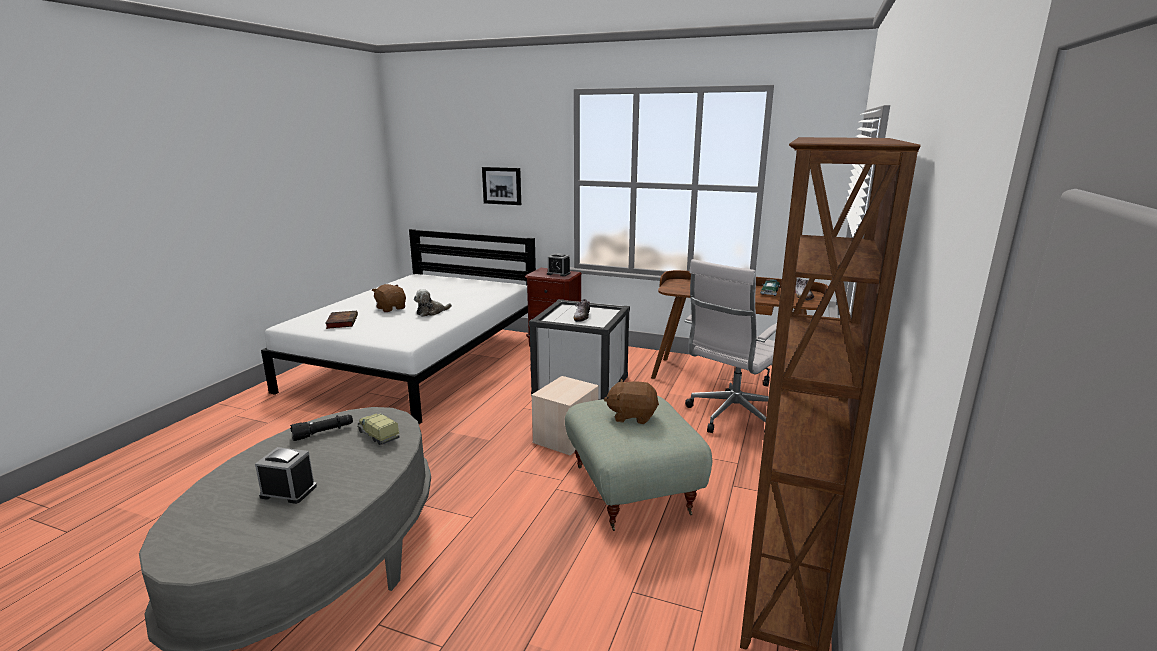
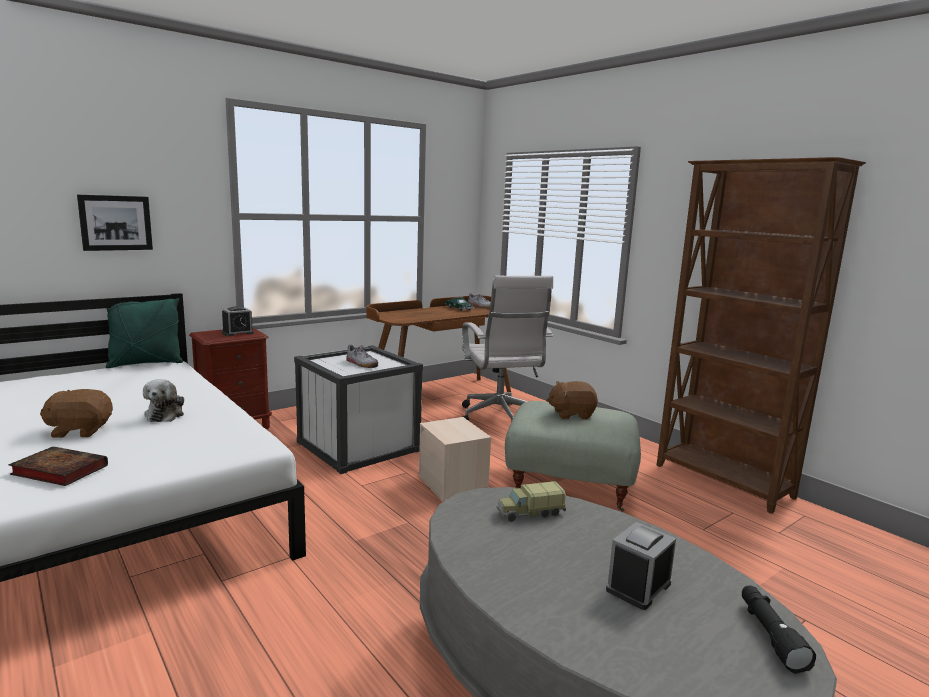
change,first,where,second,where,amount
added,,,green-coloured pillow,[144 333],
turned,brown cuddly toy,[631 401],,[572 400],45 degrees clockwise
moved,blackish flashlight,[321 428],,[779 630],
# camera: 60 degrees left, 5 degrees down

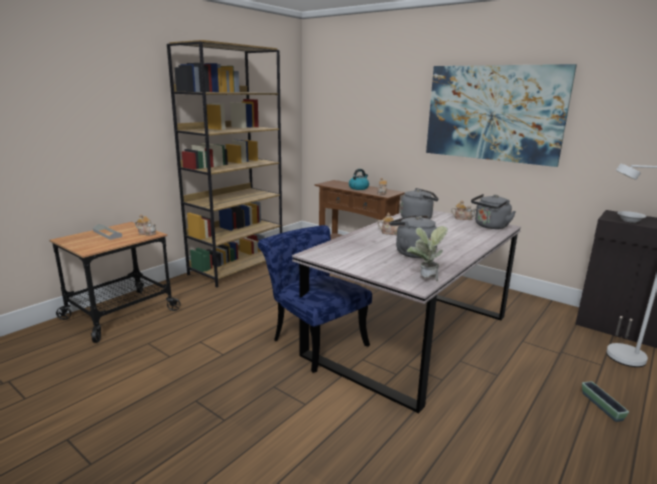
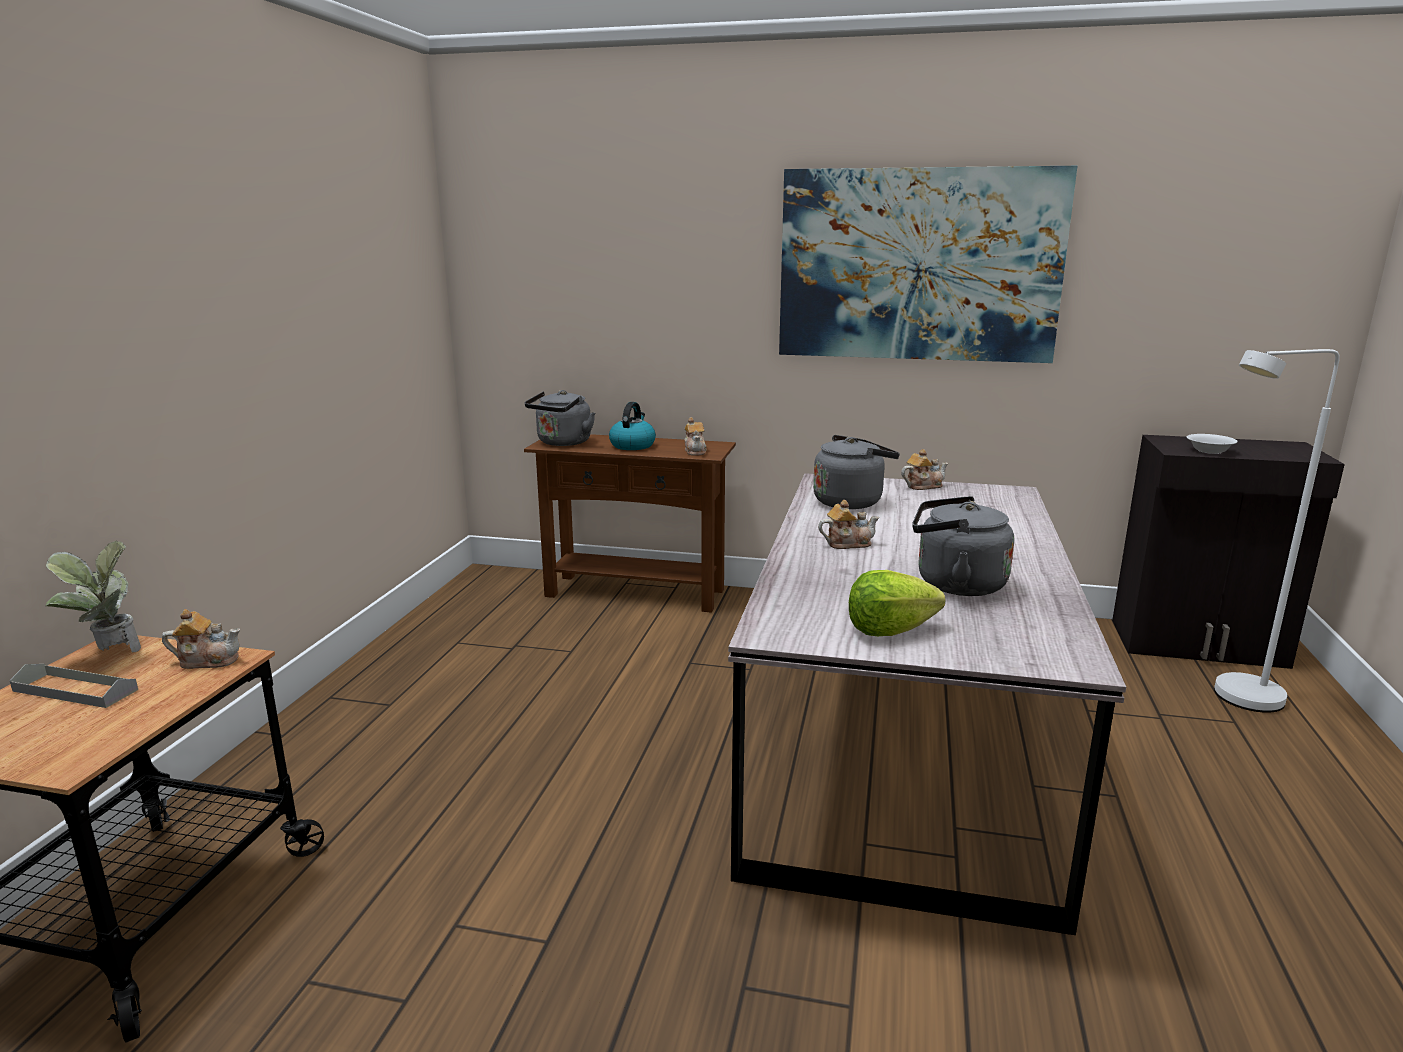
change,first,where,second,where,amount
moved,houseplant,[427 253],,[93 596],
moved,grey kettle,[493 211],,[560 418],
added,,,lettuce,[897 603],
removed,brown bookshelf,[224 164],,,
removed,blue plain chair,[315 299],,,
removed,plant pot,[605 401],,,
# camera: 25 degrees left, 0 degrees up

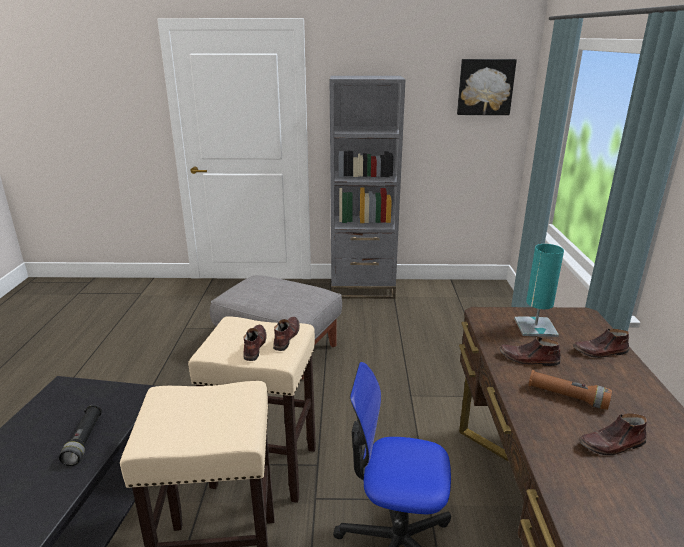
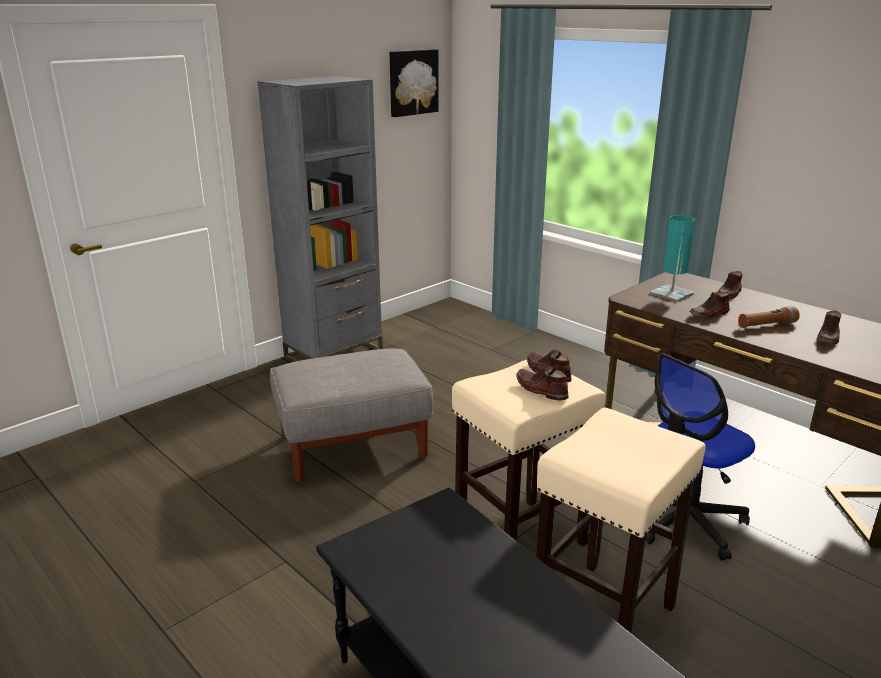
change,first,where,second,where,amount
removed,blackish flashlight,[80 435],,,
# camera: 45 degrees left, 0 degrees up

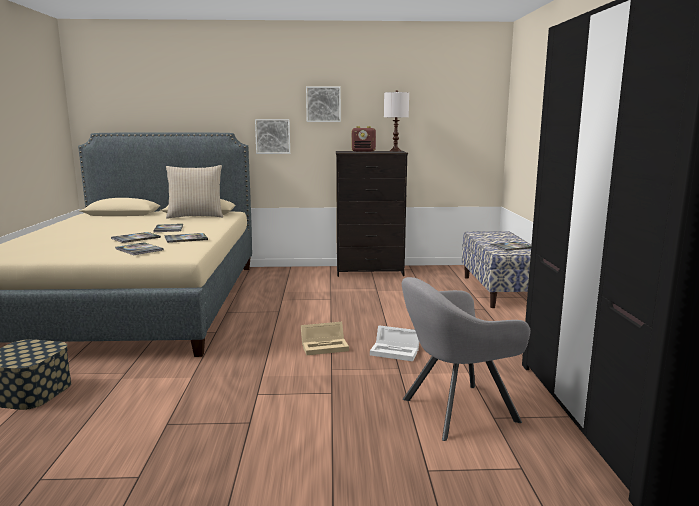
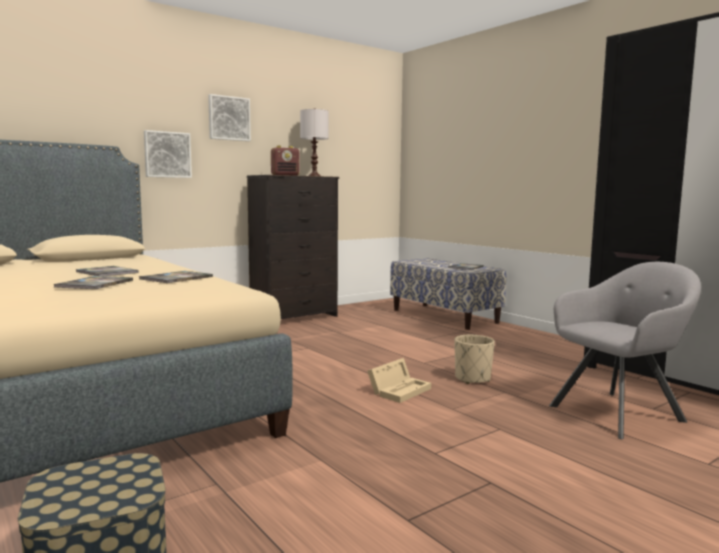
change,first,where,second,where,amount
replaced,whitish storage container,[394 343],beige-coloured plant pot,[474 359],
turned,grey easy chair,[466 359],,[625 350],150 degrees counterclockwise
removed,bound book,[139 248],,,
removed,beige-coloured pillow,[194 192],,,
# camera: 35 degrees left, 5 degrees down

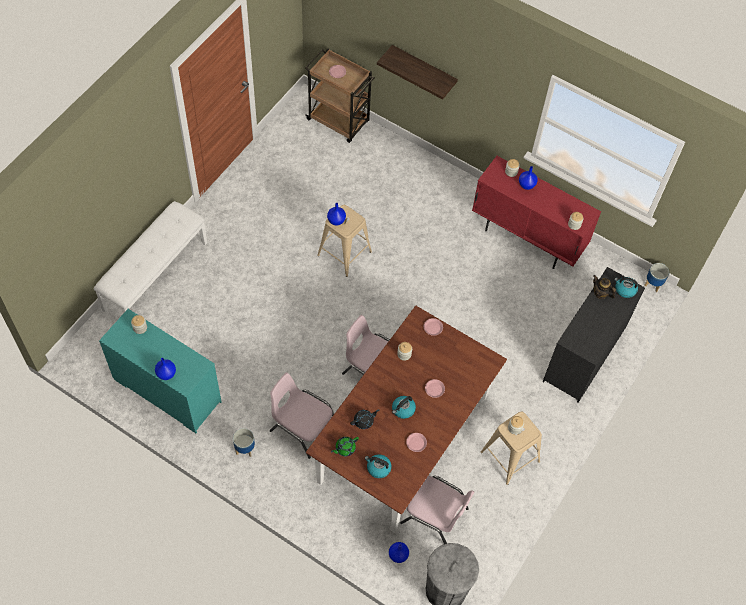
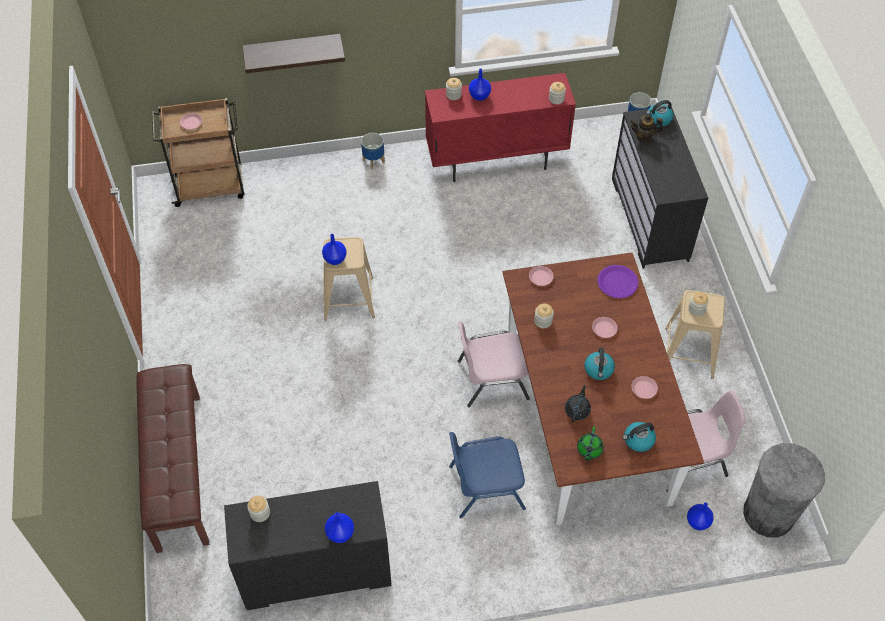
change,first,where,second,where,amount
recoloured,whitish bench,[150 257],brown bench,[173 458],
recoloured,blue-green chest of drawers,[160 371],blackish chest of drawers,[307 545],
moved,plant pot,[244 442],,[373 151],
recoloured,pinkish plain chair,[302 416],blue plain chair,[487 475],
added,,,purple-coloured dinner plate,[617 281],
# camera: 40 degrees left, 5 degrees down

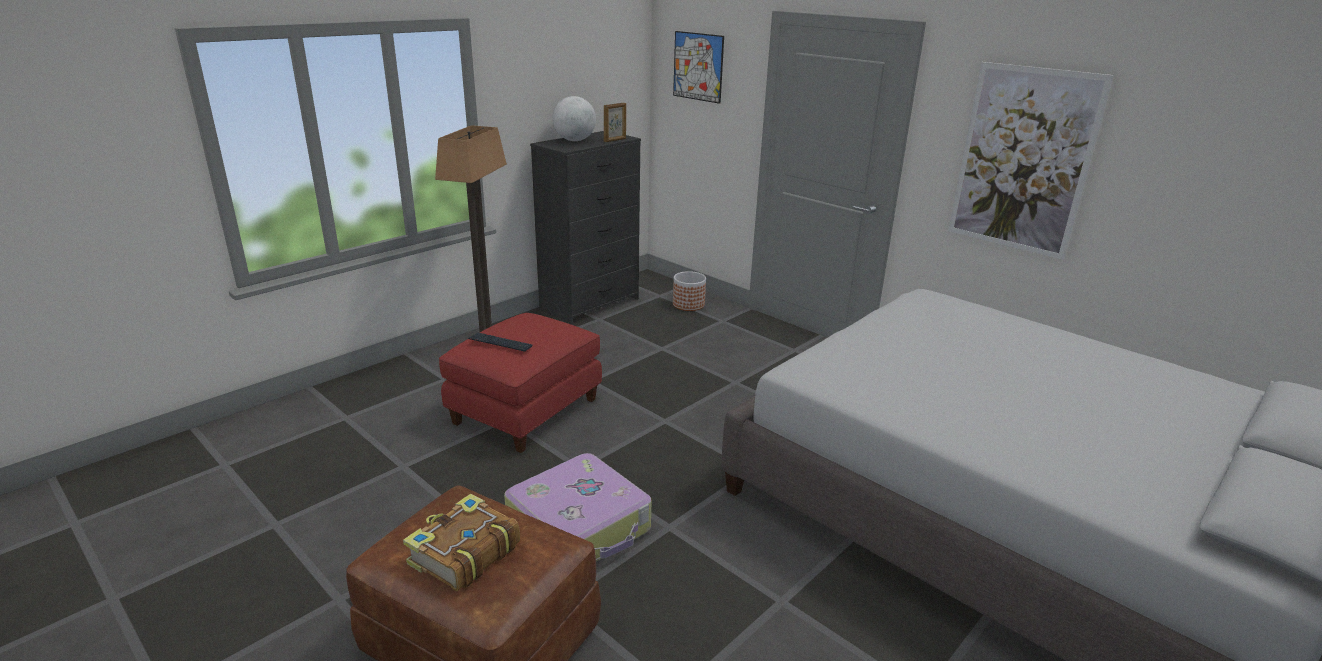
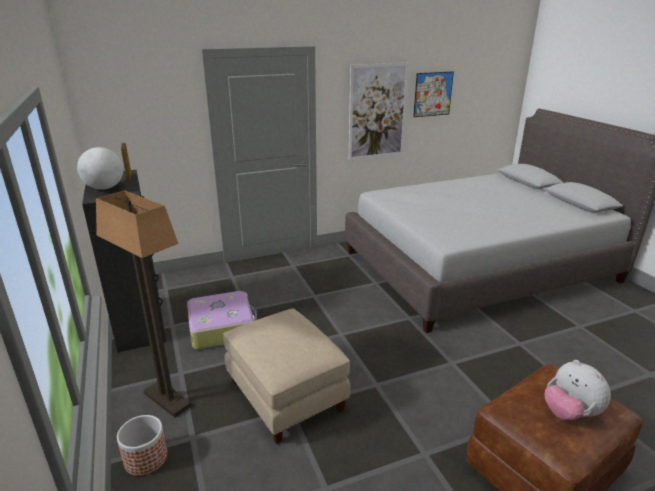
change,first,where,second,where,amount
moved,plant pot,[689 291],,[142 445],
moved,piece of luggage,[578 507],,[222 320],
recoloured,red pouffe,[520 383],beige-coloured pouffe,[287 376],
moved,wall picture,[698 67],,[433 94],
replaced,bound book,[461 542],cuddly toy,[578 390],
removed,computer keyboard,[500 342],,,
# camera: 65 degrees left, 0 degrees up

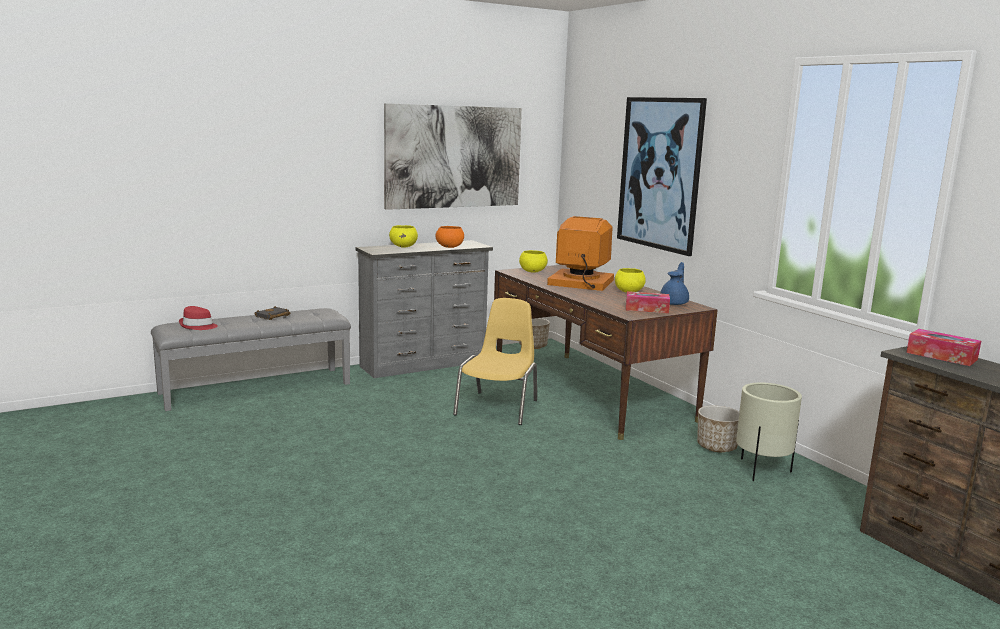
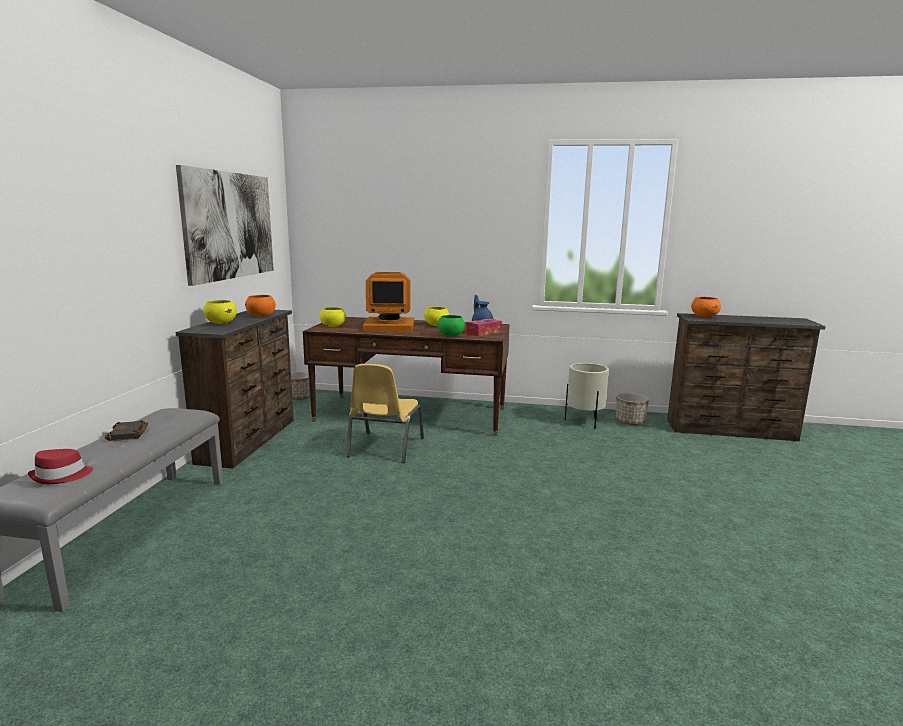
change,first,where,second,where,amount
recoloured,grey chest of drawers,[424 309],brown chest of drawers,[235 389],
turned,yellow-coloured plain chair,[495 361],,[385 413],135 degrees counterclockwise
turned,computer screen,[580 253],,[388 302],150 degrees counterclockwise
added,,,green-coloured serving bowl,[451 325],
moved,plant pot,[718 429],,[632 409],
replaced,tissue box,[943 347],orangey serving bowl,[706 307],
removed,wall picture,[662 176],,,
# camera: 50 degrees left, 0 degrees up

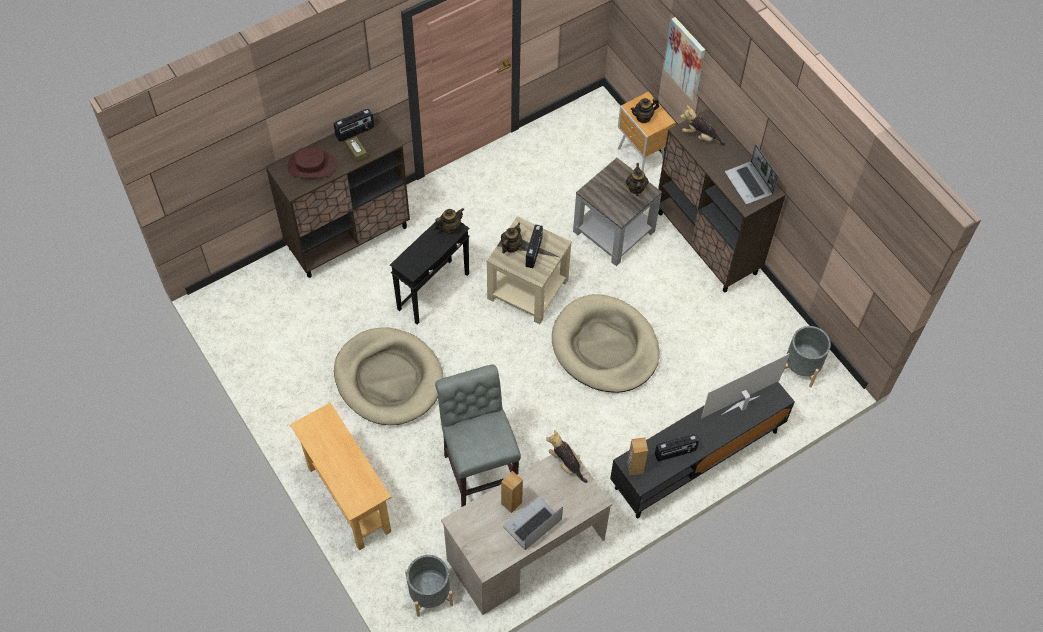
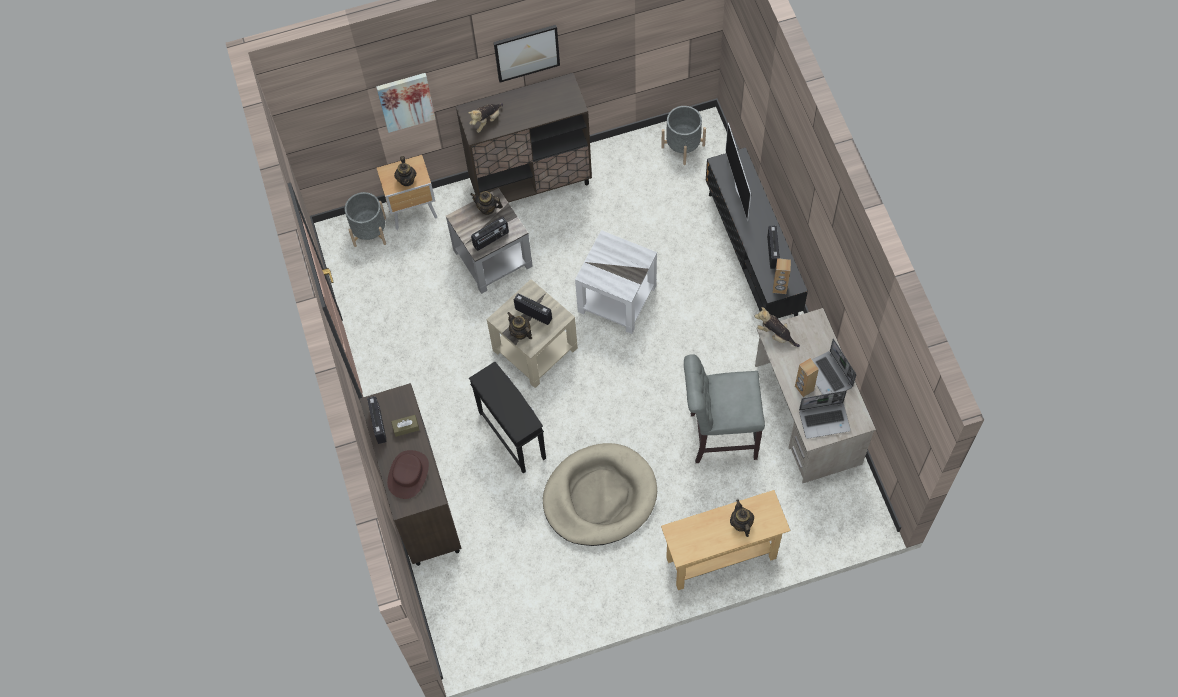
change,first,where,second,where,amount
moved,grey plant pot,[429 586],,[365 219],
added,,,radio set,[490 234],
added,,,wall picture,[526 53],
replaced,beige-coloured dog bed,[606 343],whitish side table,[616 282],
moved,pot for tea,[449 221],,[742 518],
turned,cuddly toy,[567 456],,[777 327],60 degrees clockwise
moved,notebook computer,[751 174],,[825 415],
# camera: 70 degrees left, 5 degrees up

